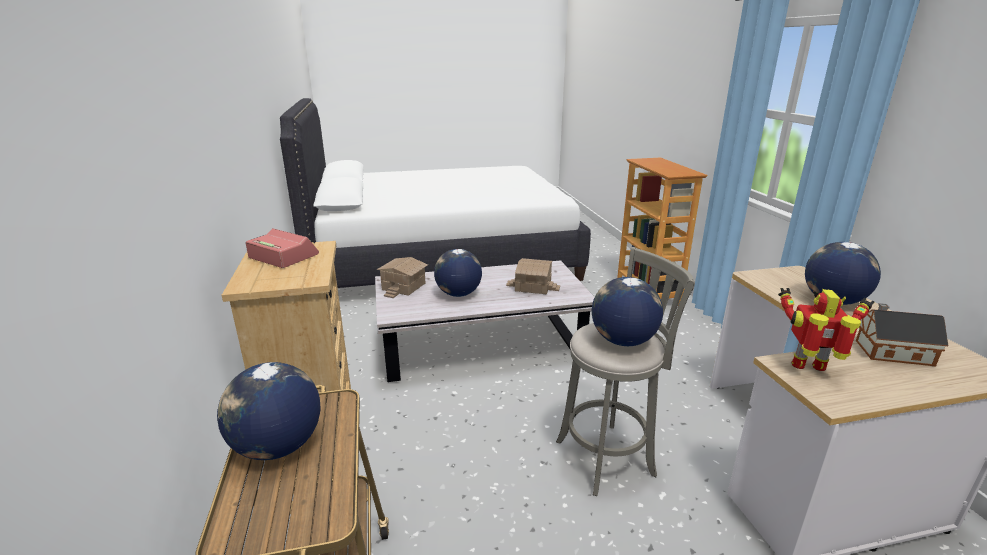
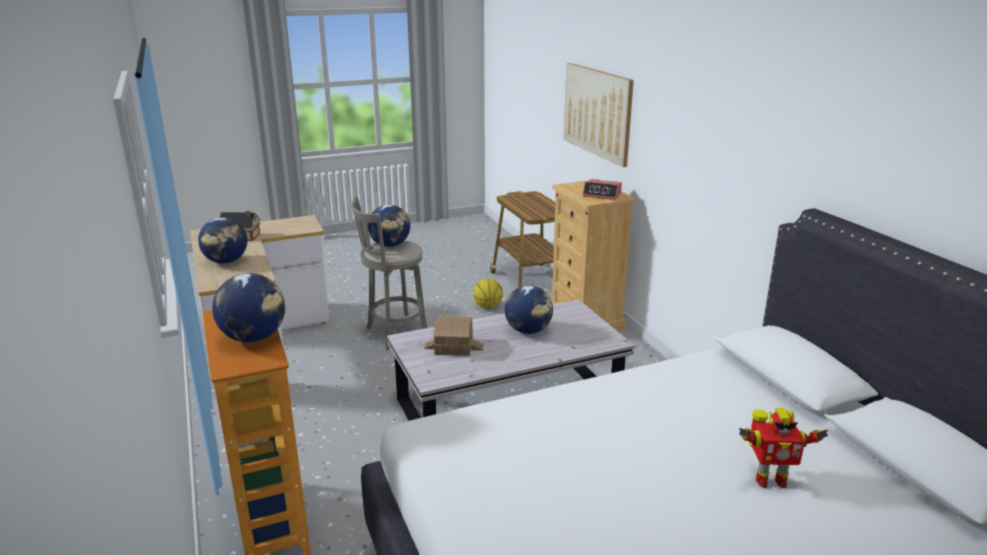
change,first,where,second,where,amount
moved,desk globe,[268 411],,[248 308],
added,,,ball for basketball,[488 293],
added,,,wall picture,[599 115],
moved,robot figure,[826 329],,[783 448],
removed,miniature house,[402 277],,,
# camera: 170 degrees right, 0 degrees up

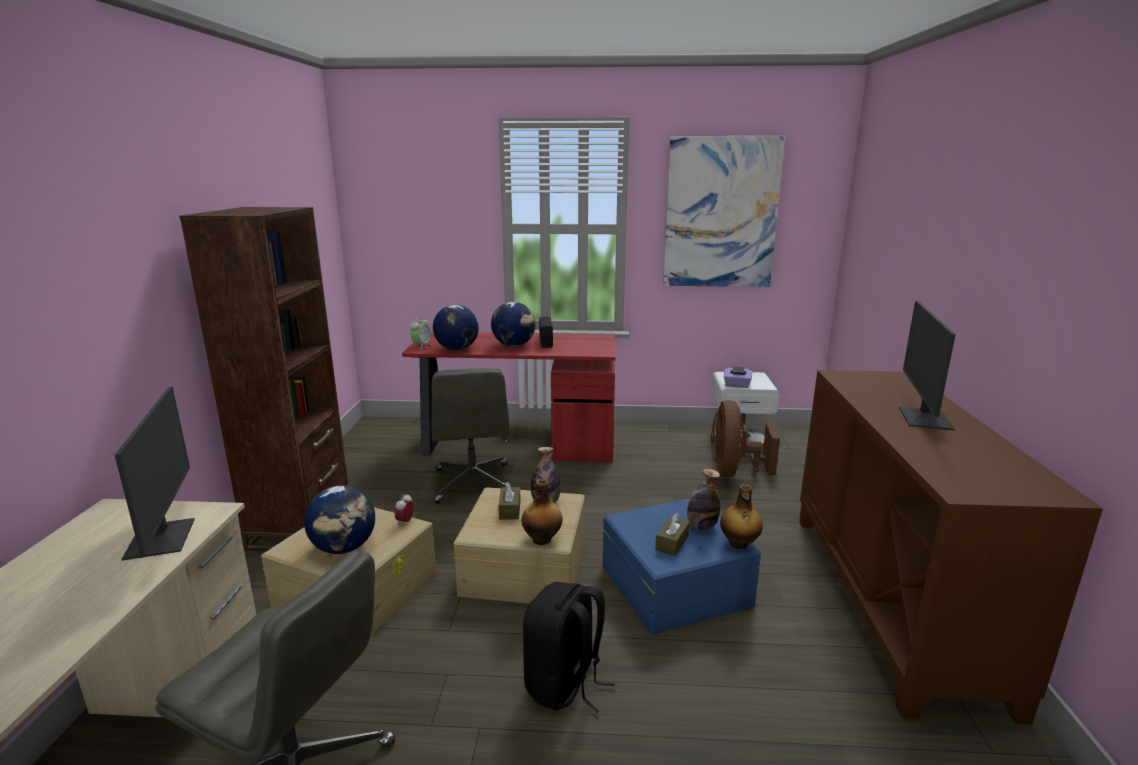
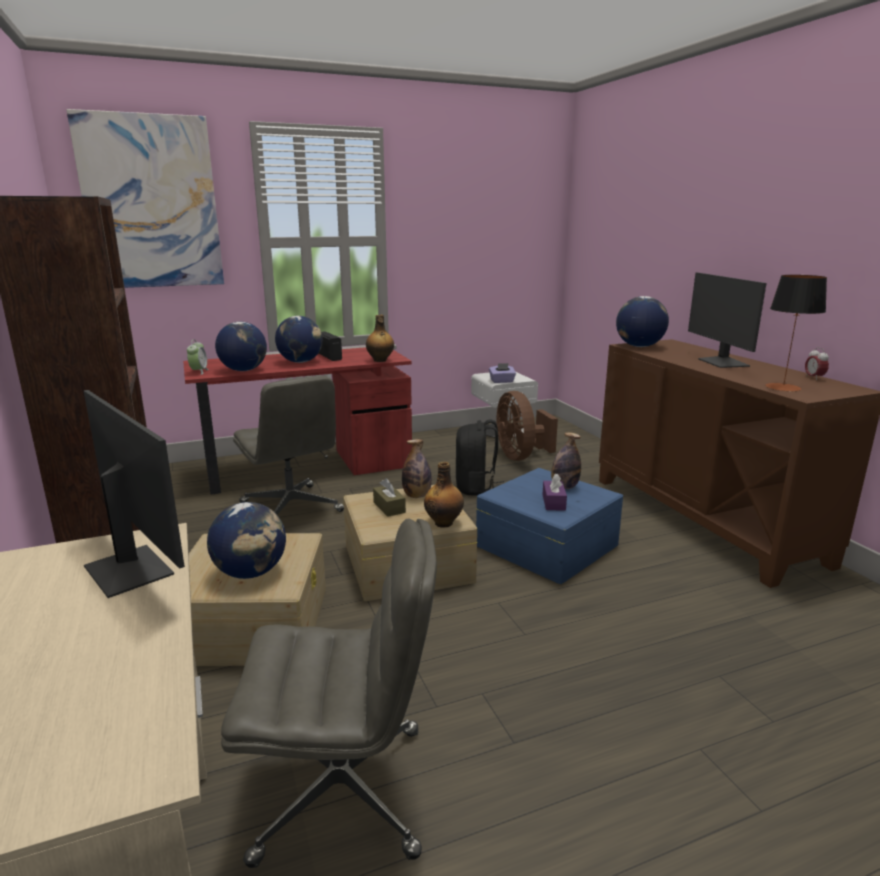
change,first,where,second,where,amount
moved,wall picture,[724 211],,[145 198],
moved,beverage bottle,[741 516],,[380 338],
moved,blackish knapsack,[569 647],,[480 457],
recoloured,brown tissue box,[672 534],purple-coloured tissue box,[554 492],
added,,,desk globe,[642 321],
added,,,tabletop lamp,[796 333],
moved,table clock,[404 509],,[817 363],
# camera: 25 degrees left, 0 degrees up

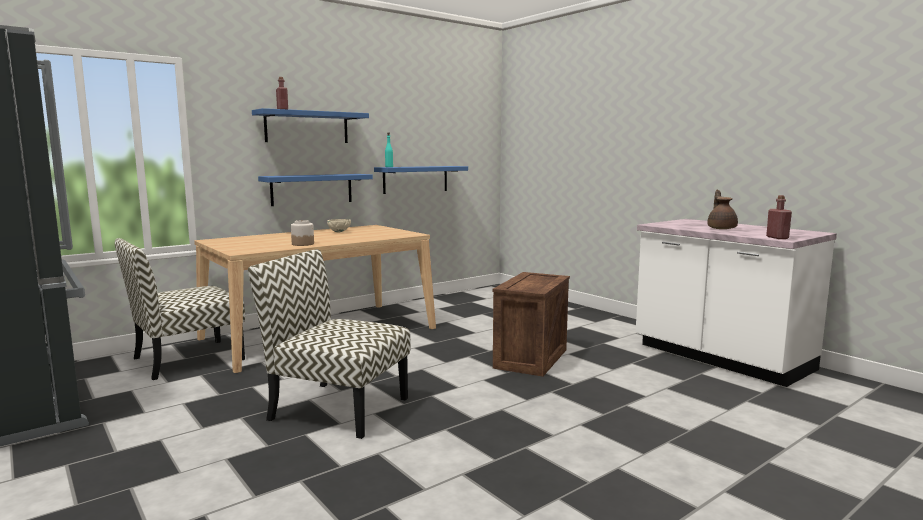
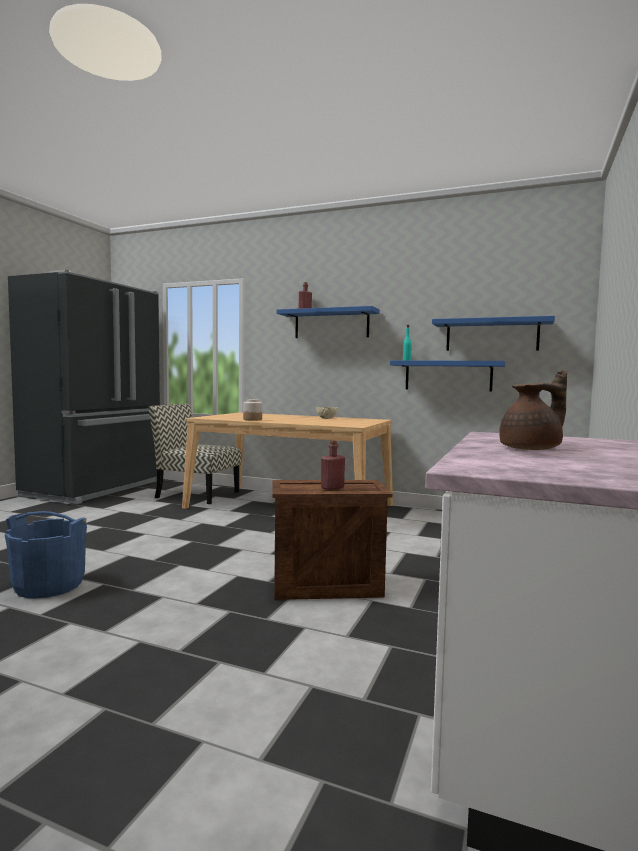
change,first,where,second,where,amount
added,,,blue water bucket,[46 555],
moved,red beverage bottle,[779 217],,[333 465],
moved,blue shelf,[315 190],,[493 333],
removed,plain chair,[329 344],,,
# camera: 60 degrees right, 5 degrees down

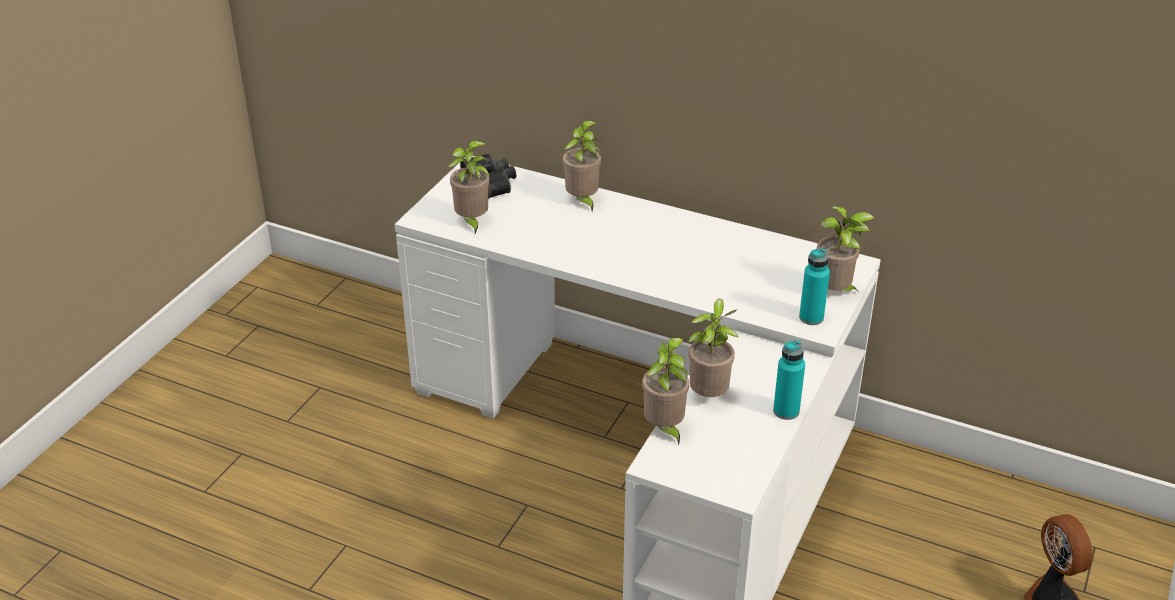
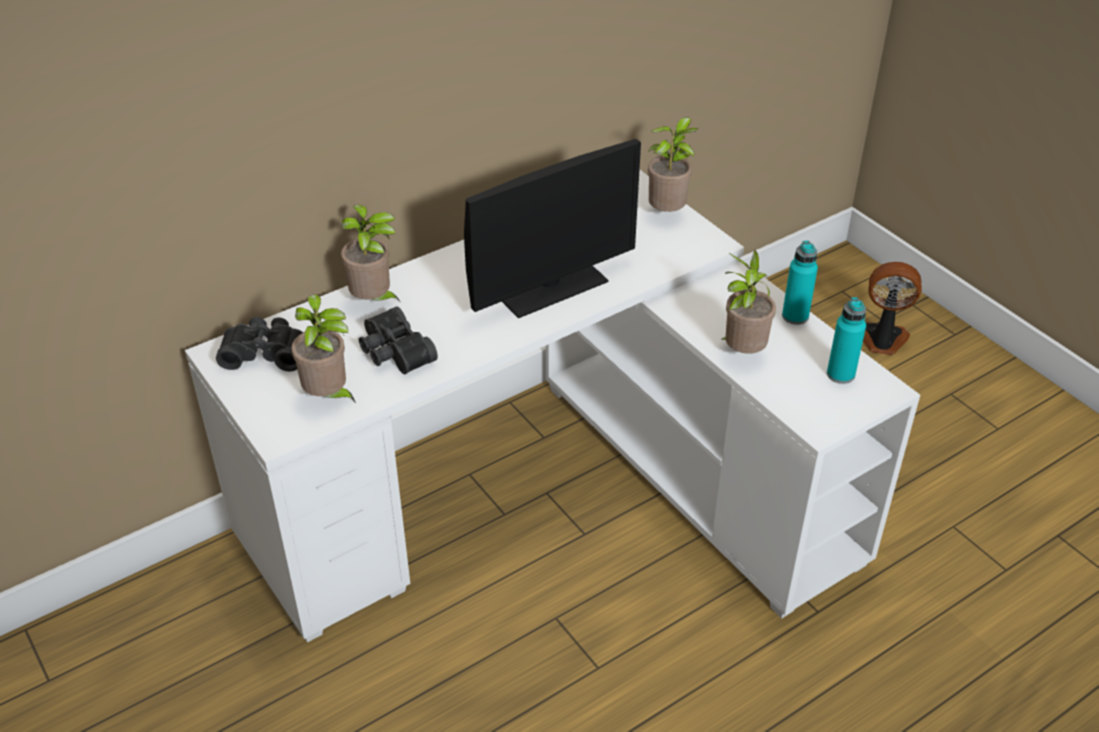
change,first,where,second,where,amount
added,,,blackish field glasses,[398 340],
added,,,computer screen,[552 228],
moved,blue-green beverage bottle,[814 286],,[846 340],
removed,houseplant,[666 391],,,
# camera: 60 degrees left, 5 degrees up

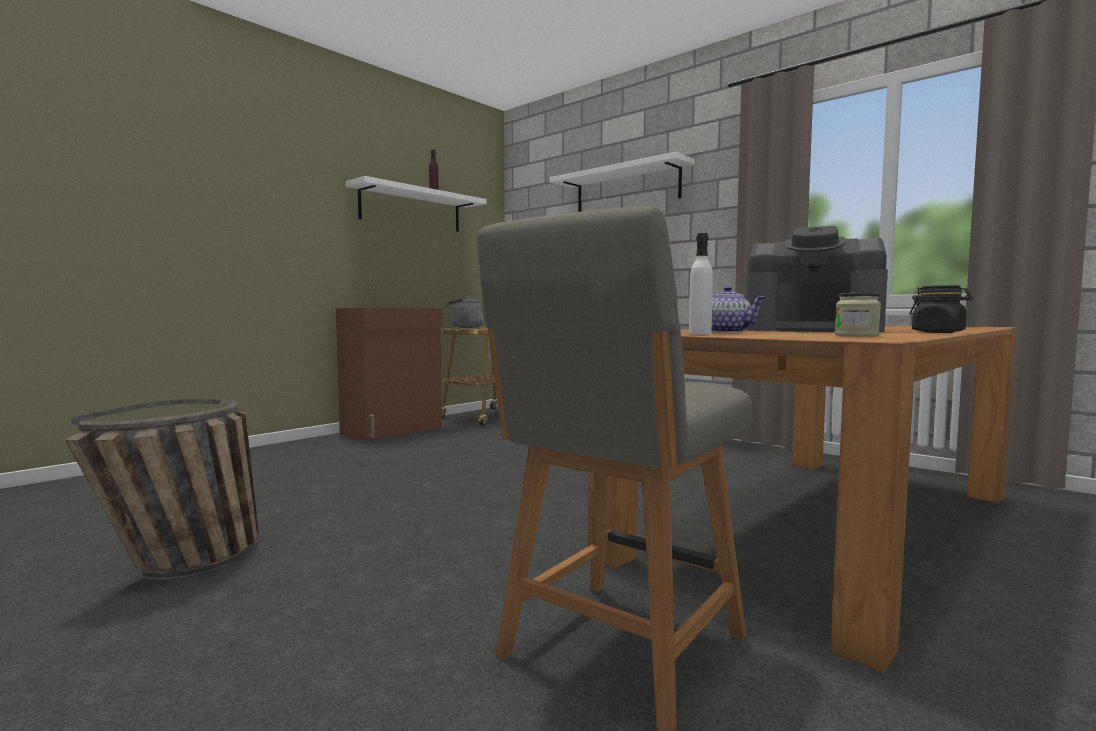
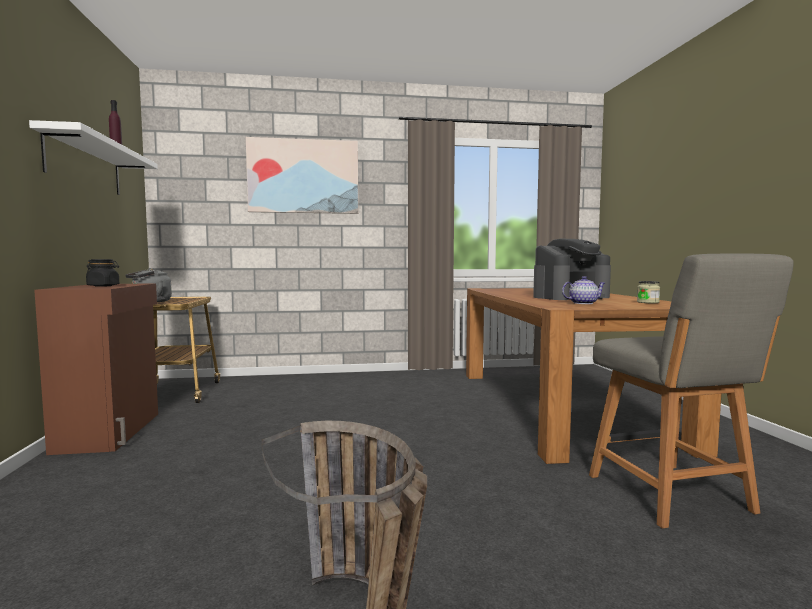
change,first,where,second,where,amount
moved,blackish storage jar,[941 309],,[102 273],
replaced,whitish shelf,[622 182],wall picture,[302 175],
removed,whitish beverage bottle,[701 283],,,
# camera: 50 degrees left, 0 degrees up

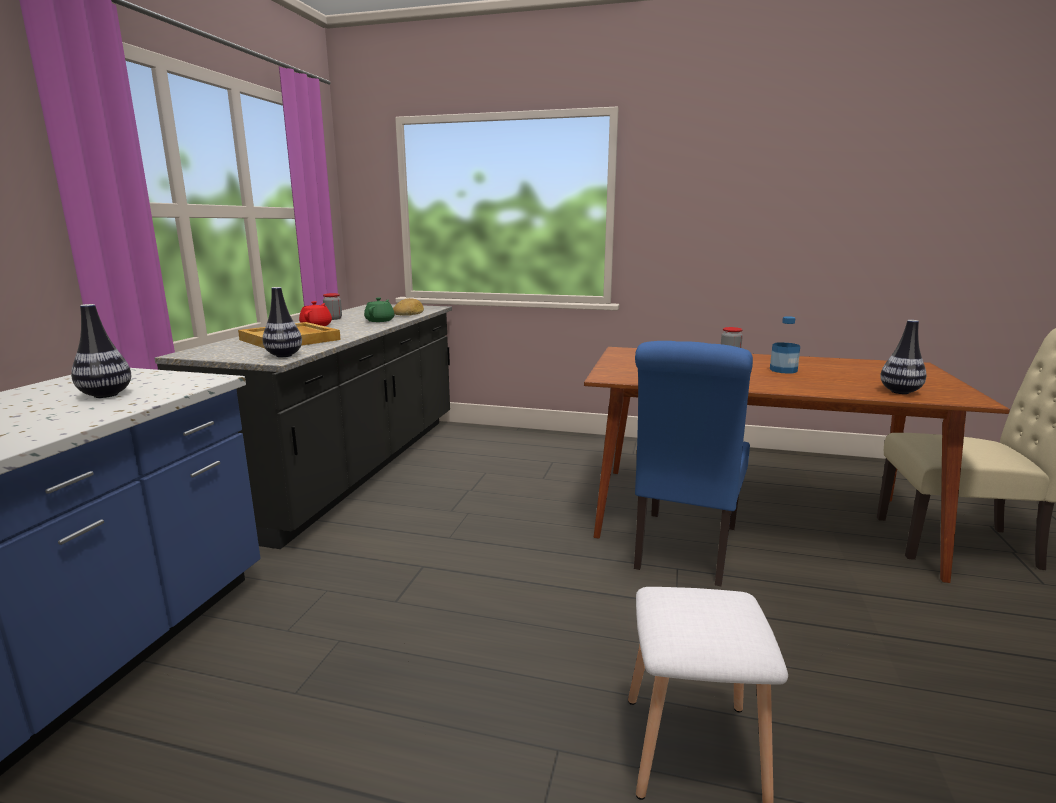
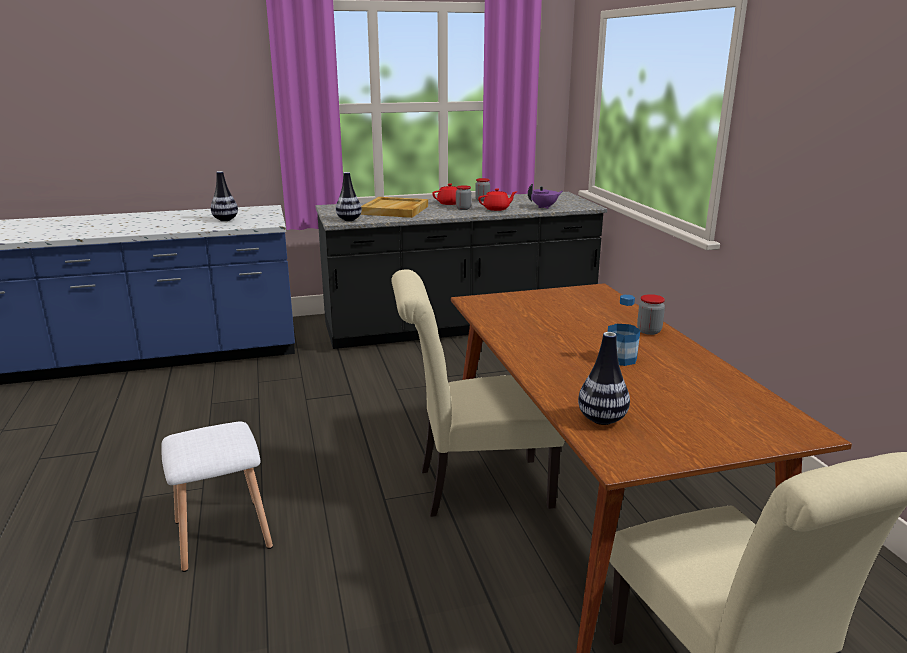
change,first,where,second,where,amount
recoloured,blue plain chair,[693 463],beige-coloured plain chair,[478 393],
added,,,storage jar,[463 197],
recoloured,green-coloured pot for tea,[379 310],red pot for tea,[497 199],
replaced,baked bread,[408 307],purple-coloured pot for tea,[545 196],
# camera: 60 degrees right, 5 degrees up

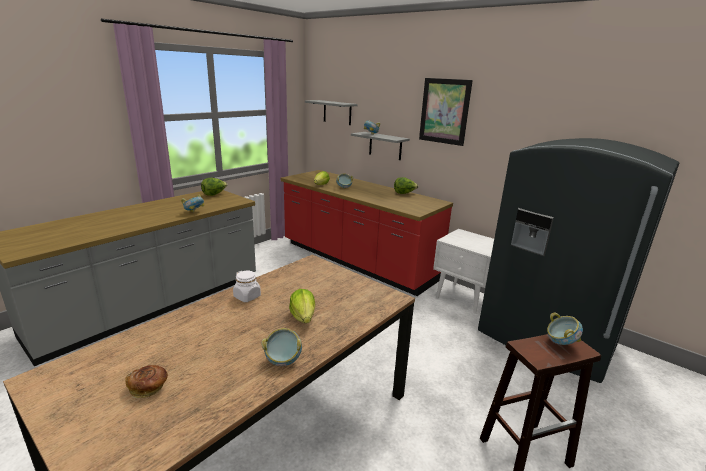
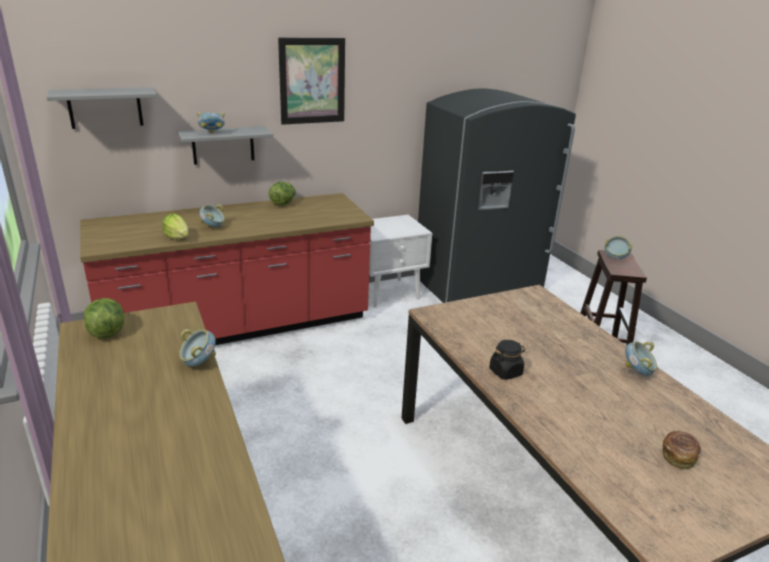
change,first,where,second,where,amount
recoloured,whitish storage jar,[247 286],blackish storage jar,[507 360],
removed,lettuce,[302 306],,,
# camera: 65 degrees left, 5 degrees up

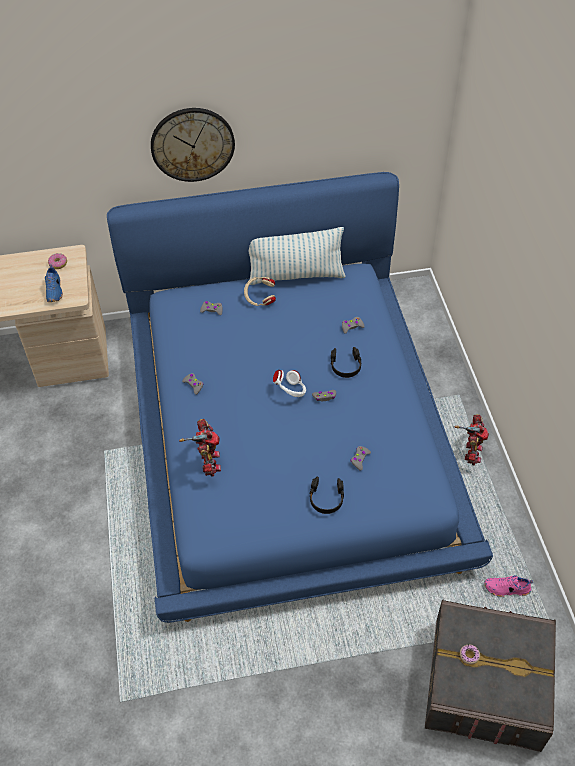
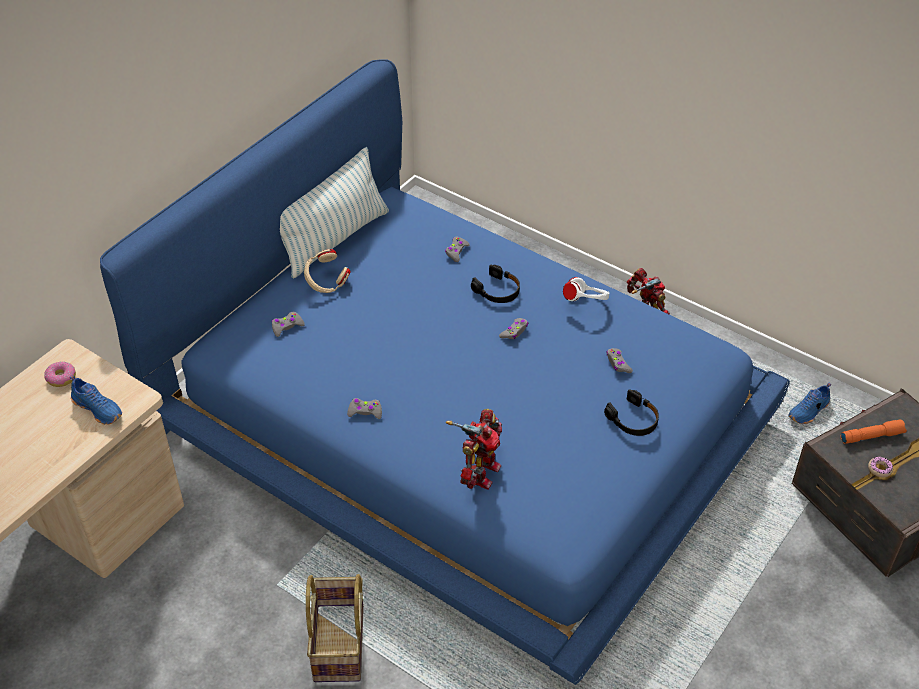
change,first,where,second,where,amount
added,,,household basket,[335 628],
turned,robot figure,[200 447],,[474 449],75 degrees clockwise
moved,whitish pair of headphones,[289 383],,[586 289],
recoloured,pinkish low shoe,[508 586],blue low shoe,[810 403],
added,,,orangey flashlight,[873 432],
removed,hanging clock,[193 145],,,
# camera: 45 degrees left, 5 degrees down

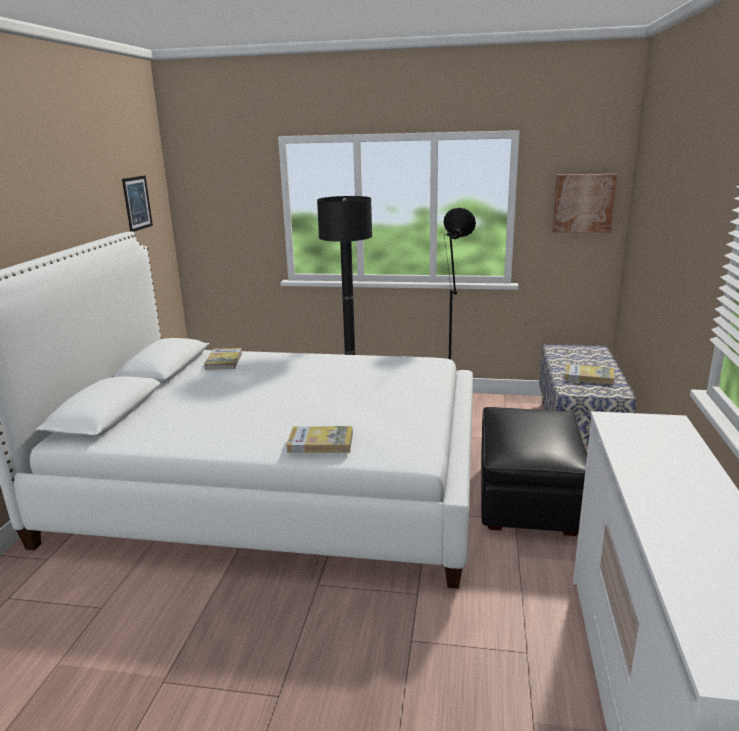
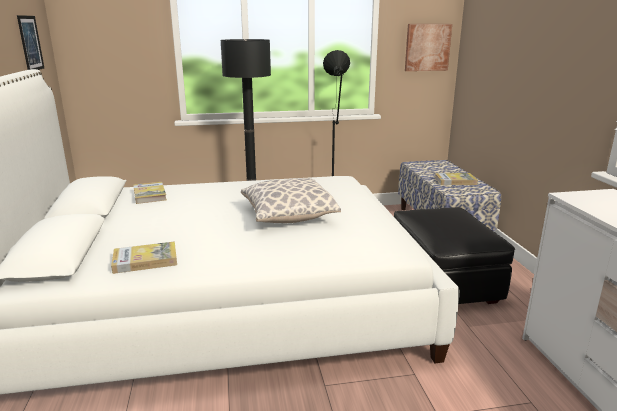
change,first,where,second,where,amount
moved,bound book,[320 439],,[144 257],
added,,,pillow,[291 200],
# camera: 20 degrees left, 0 degrees up

